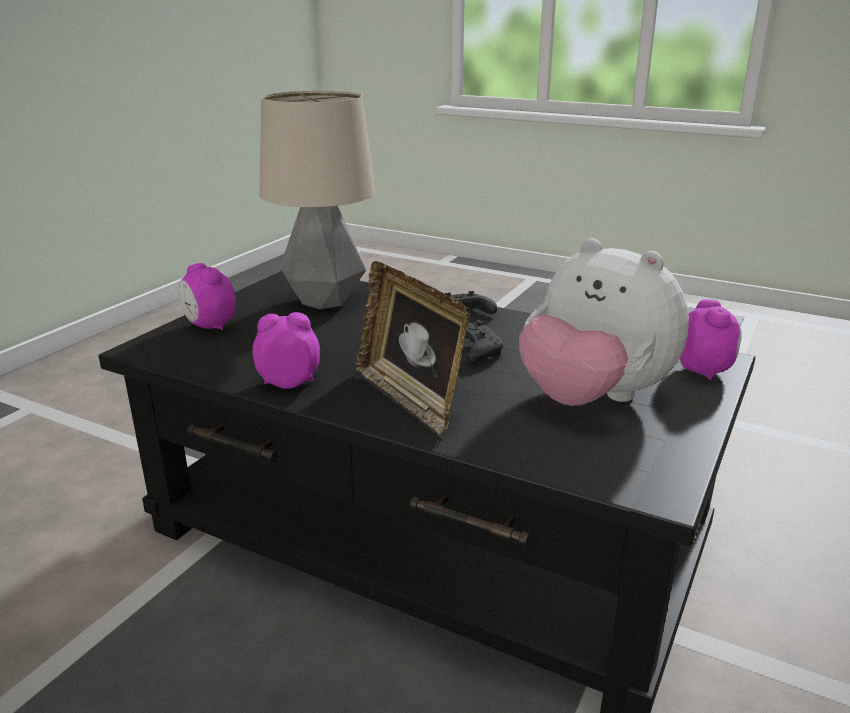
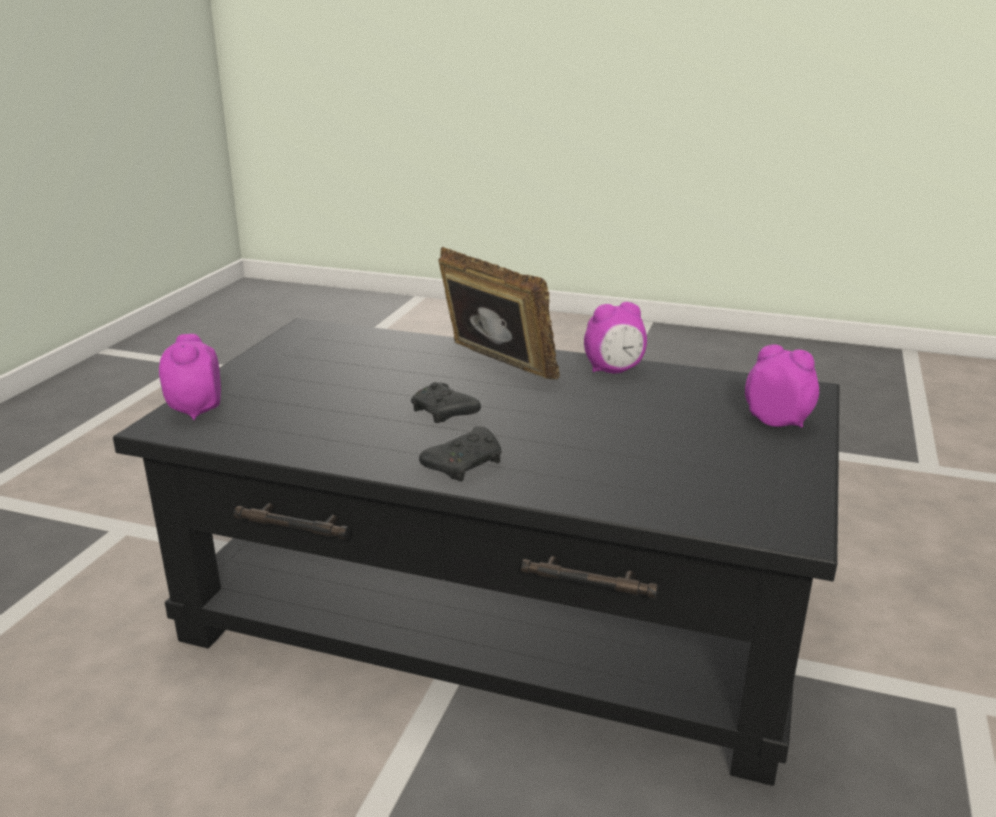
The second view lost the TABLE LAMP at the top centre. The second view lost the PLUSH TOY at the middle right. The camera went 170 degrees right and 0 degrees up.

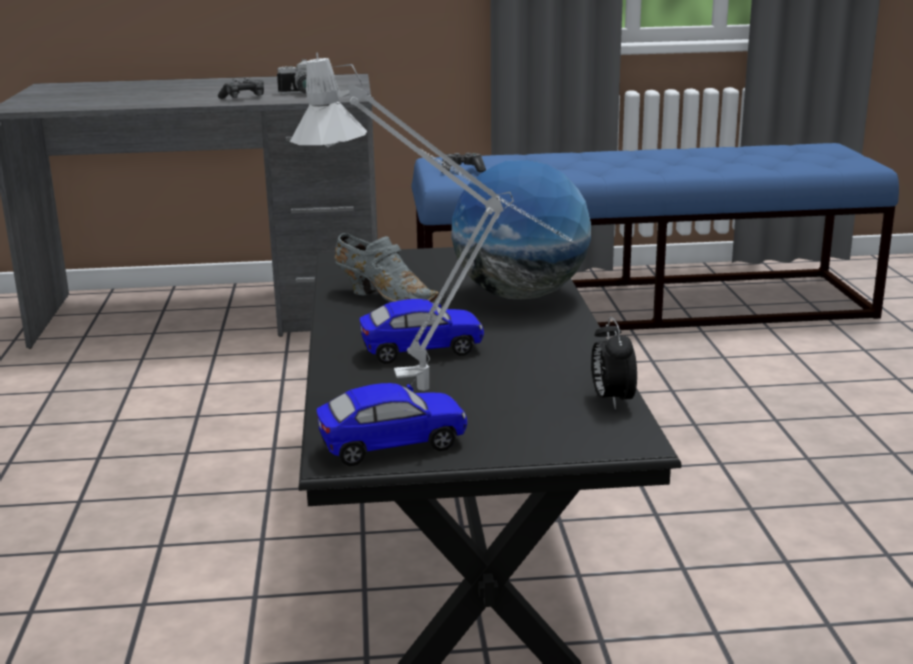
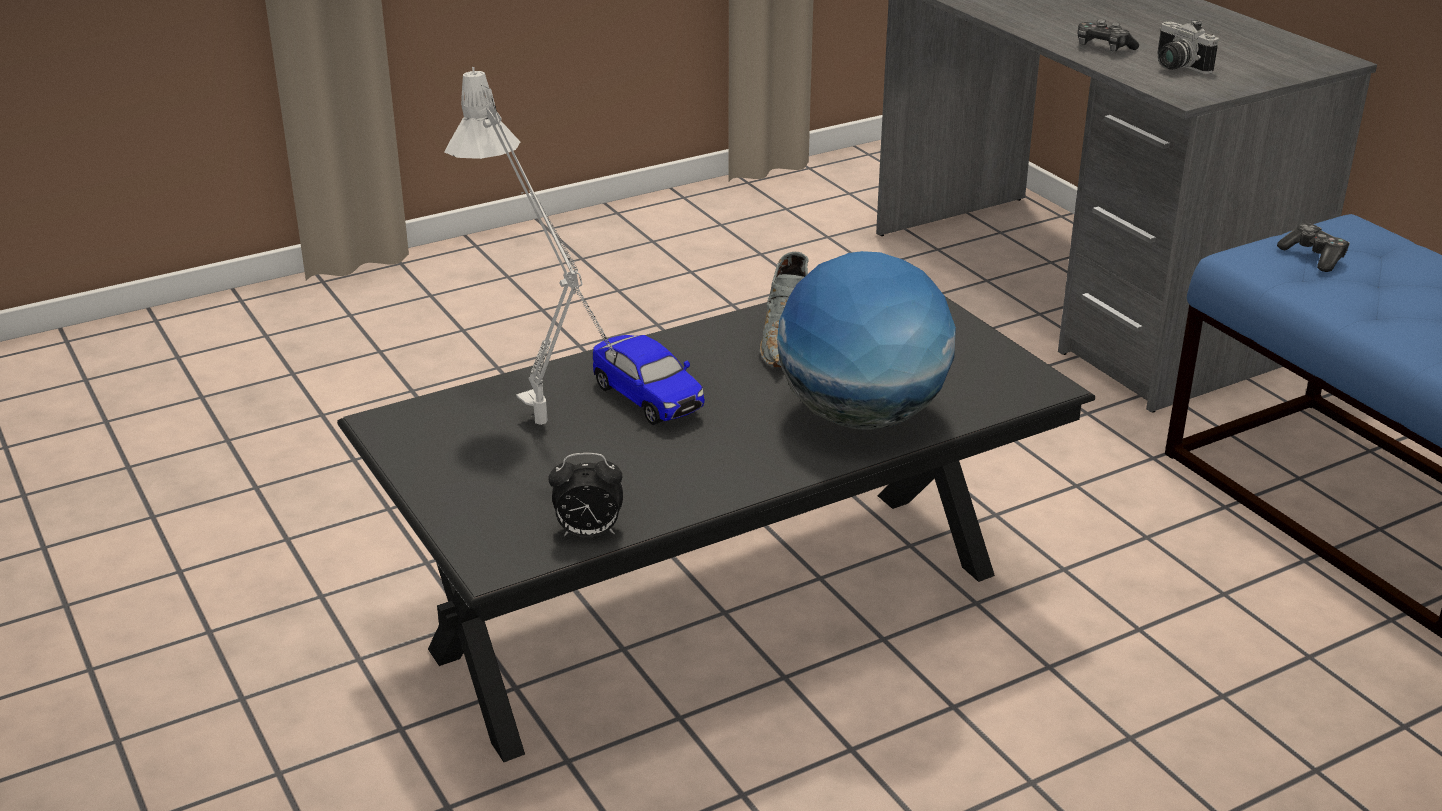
The ALARM CLOCK at the middle right ended up facing another way, 150 degrees counterclockwise from before. The second view lost the TOY CAR (no. 1 from left) at the centre. The camera went 65 degrees right and 10 degrees up.

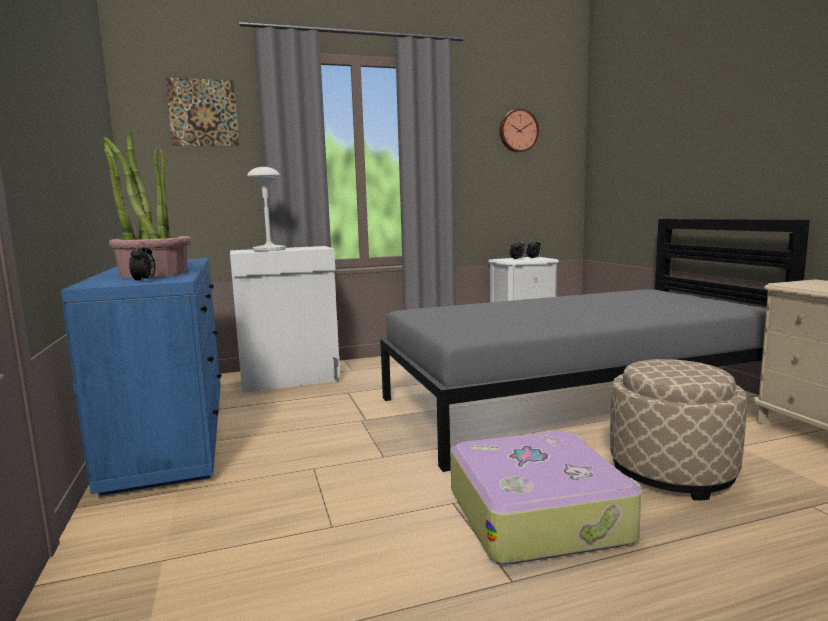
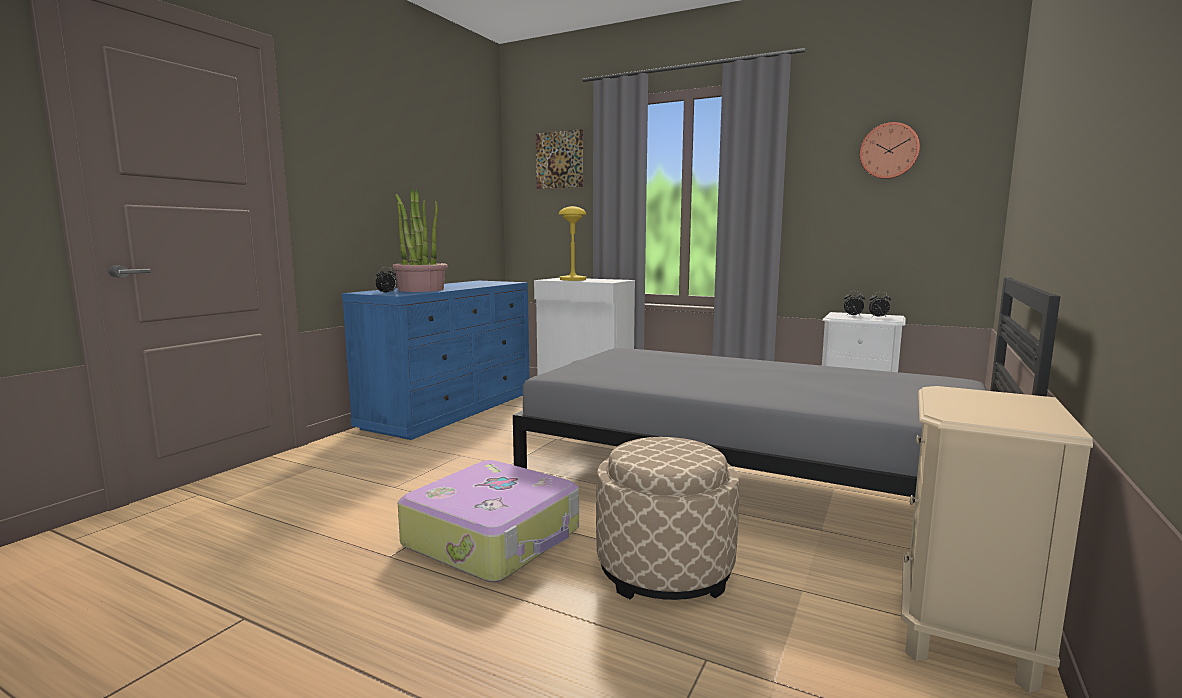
What was the WHITE TABLE LAMP at the middle left turned into the YELLOW TABLE LAMP at the centre. The camera went 45 degrees right and 0 degrees up.

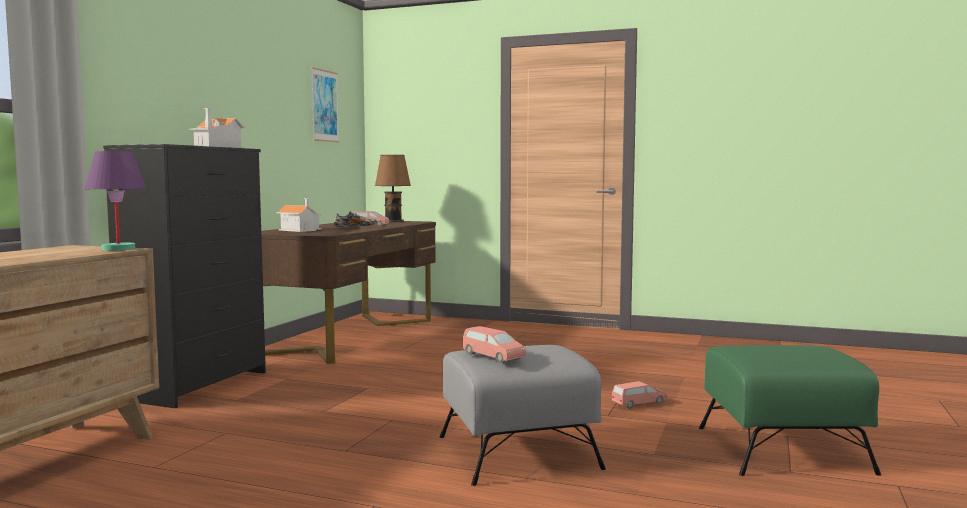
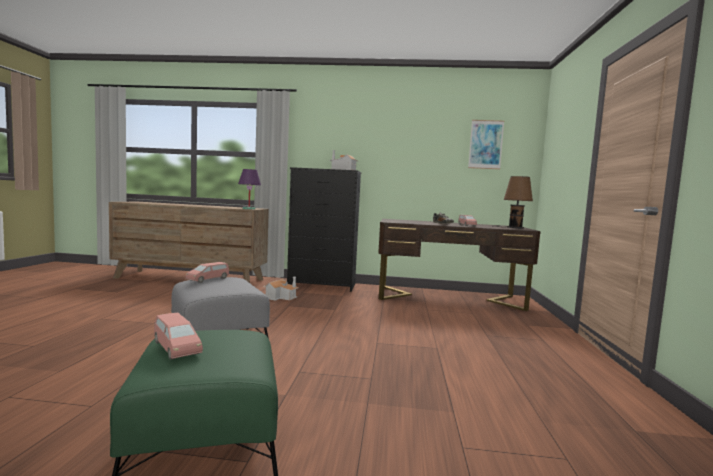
The TOY HOUSE (no. 2 from left in the first image) ended up elsewhere, having gone from the middle left to the centre. The PINK TOY CAR (no. 3 from left in the first image) ended up elsewhere, having gone from the bottom centre to the bottom left. The camera went 75 degrees right and 0 degrees up.

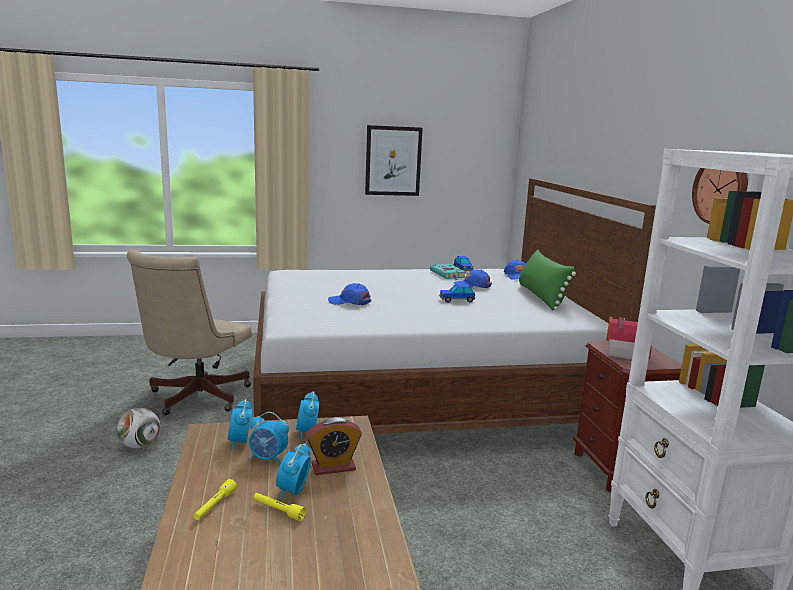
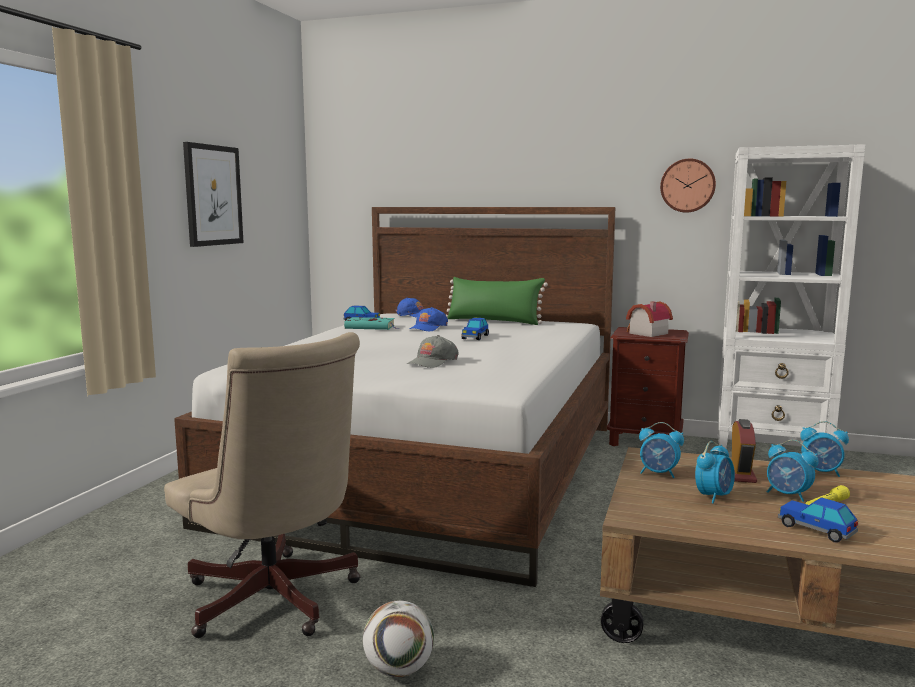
What was the BLUE CAP (no. 1 from left) at the centre turned into the GREY CAP at the centre. The ALARM CLOCK (no. 1 from left in the first image) ended up elsewhere, having gone from the bottom left to the middle right. Where the YELLOW FLASHLIGHT (no. 1 from left) stood at the bottom left, the TOY CAR (no. 3 from left) came to stand at the bottom right. The camera went 60 degrees left and 5 degrees down.

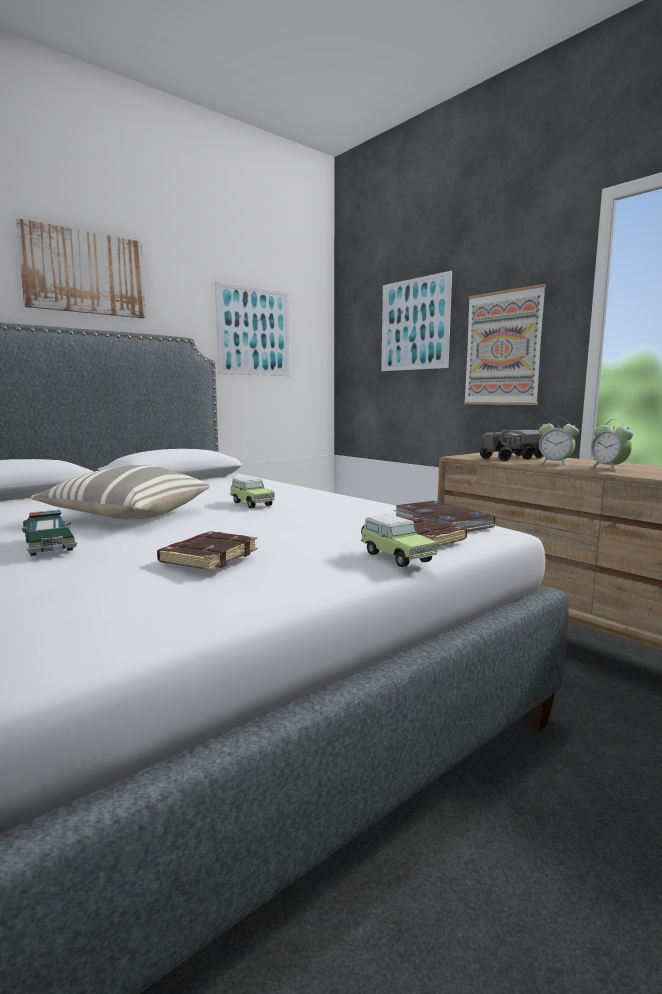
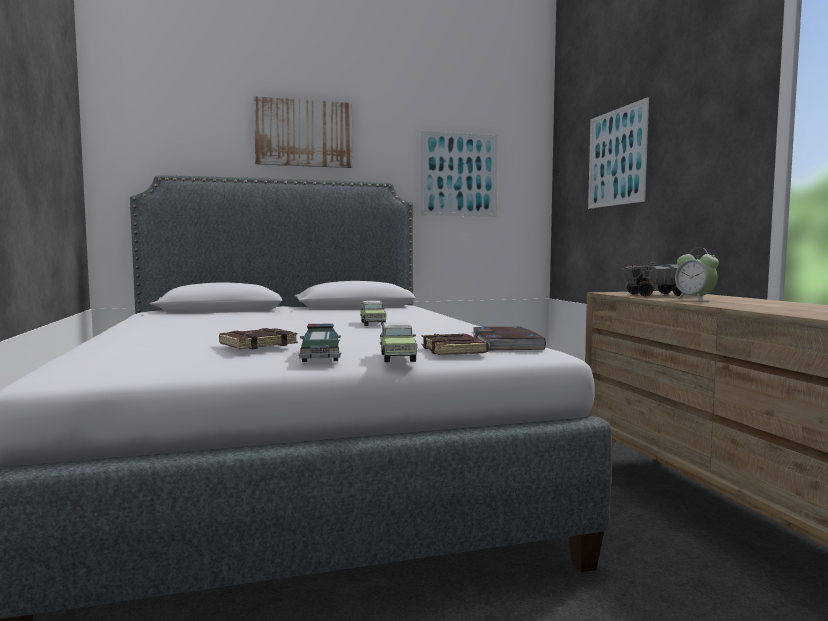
The second view lost the PICTURE (no. 4 from left) at the middle right. The second view lost the ALARM CLOCK (no. 2 from left) at the middle right. The second view lost the PILLOW at the middle left. The TOY CAR (no. 1 from left) ended up elsewhere, having gone from the middle left to the centre. The camera went 25 degrees right and 5 degrees down.

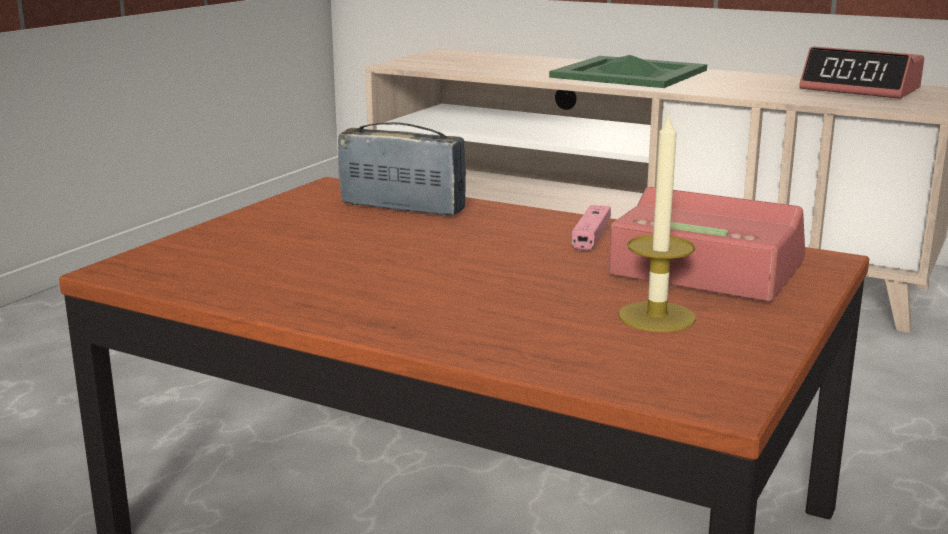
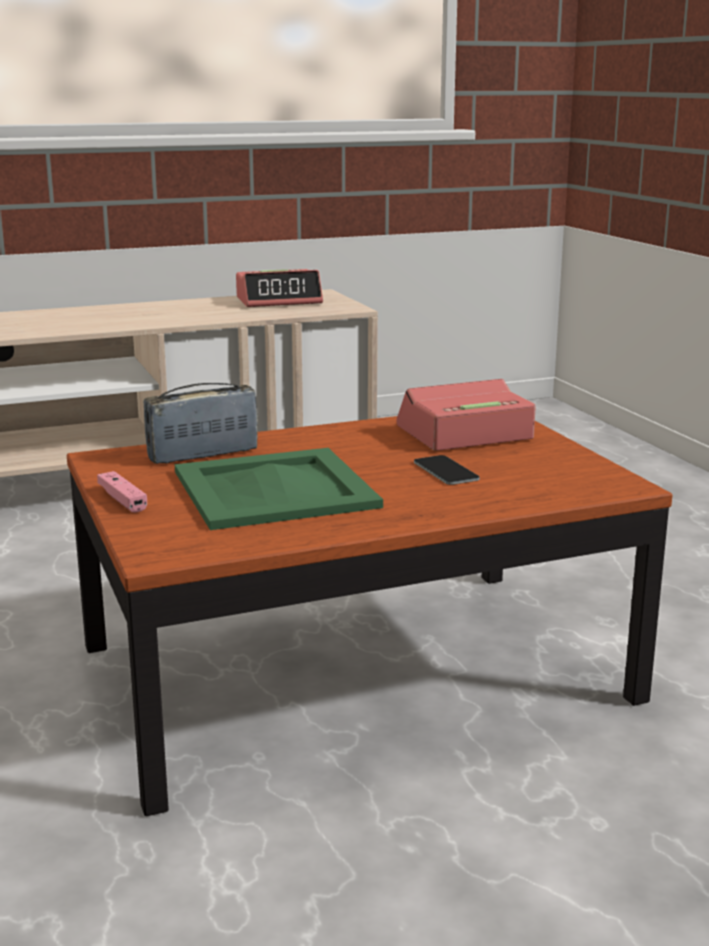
The GREEN TRAY ended up elsewhere, having gone from the top centre to the centre. The second view lost the CANDLE at the middle right. The PINK GAME CONTROLLER ended up elsewhere, having gone from the centre to the middle left. The second view gained the PHONE at the centre. The camera went 50 degrees left and 0 degrees up.

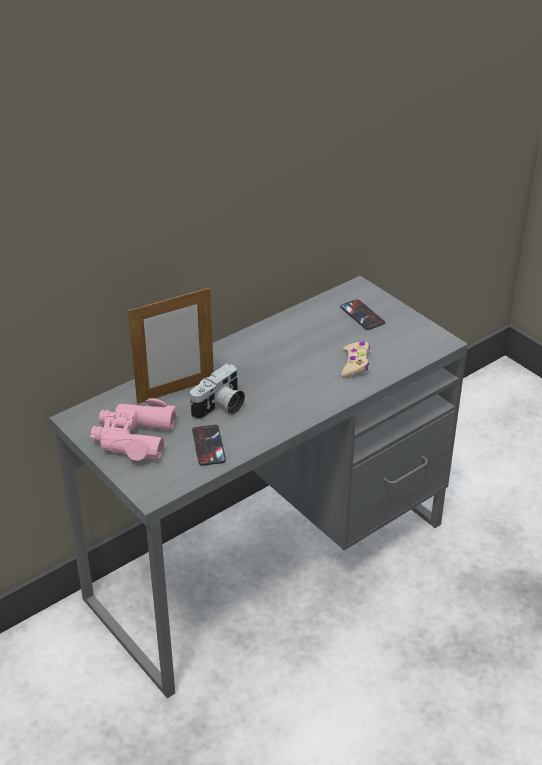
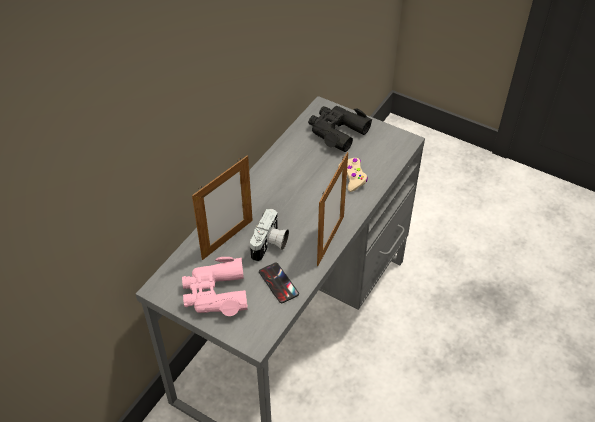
Where the PHONE (no. 2 from left) stood at the middle right, the BLACK BINOCULARS came to stand at the top centre. The second view gained the PICTURE FRAME (no. 2 from left) at the centre. The camera went 20 degrees left and 10 degrees up.

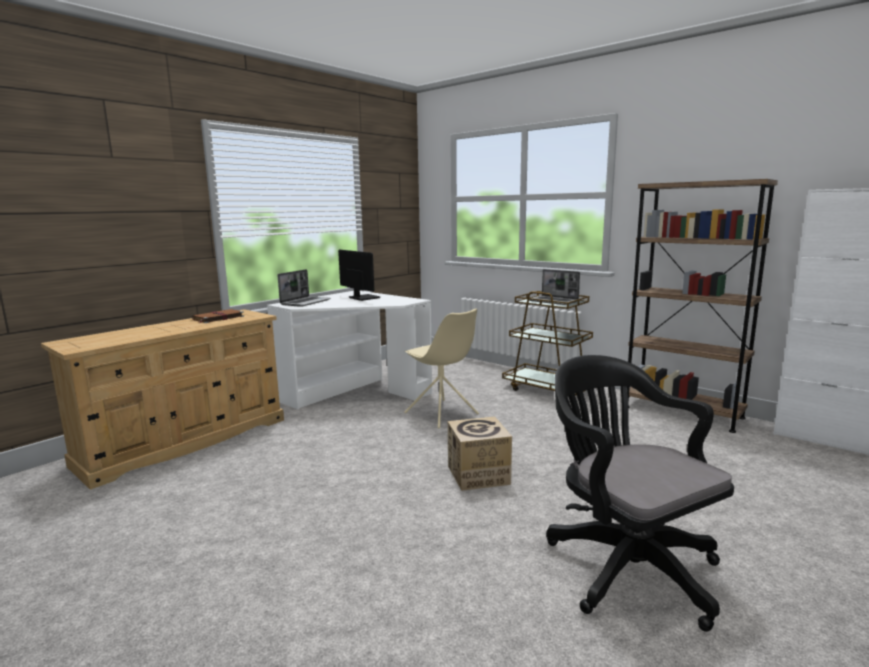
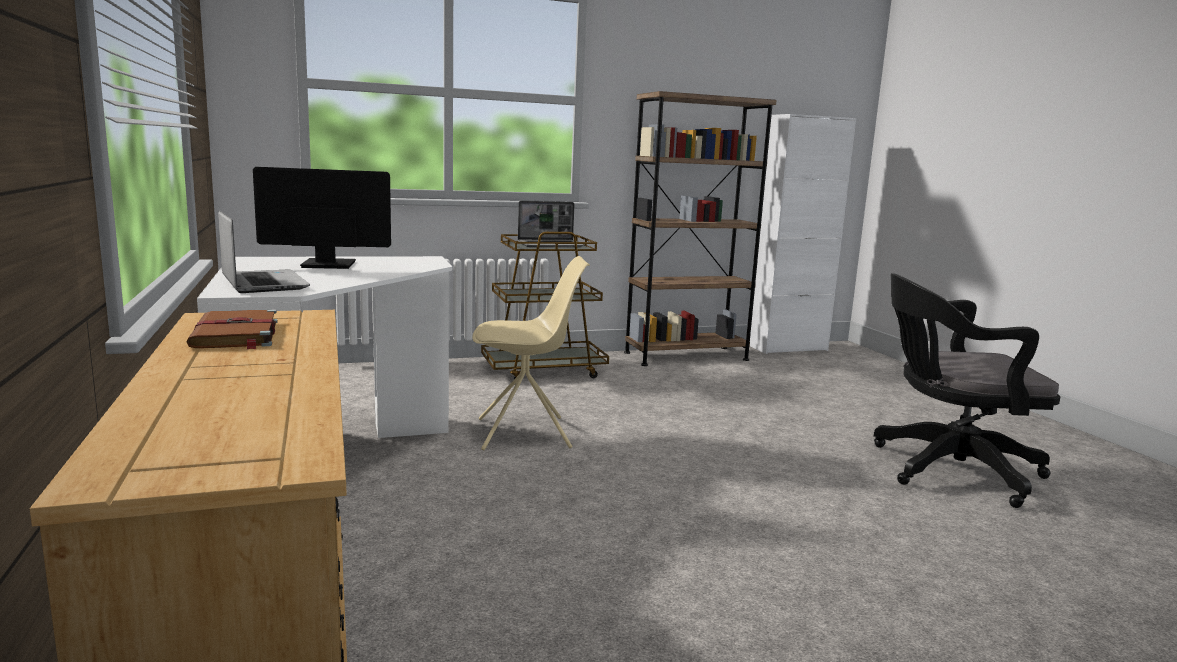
The second view lost the CARDBOARD BOX at the bottom centre. The camera went 60 degrees left and 0 degrees up.

